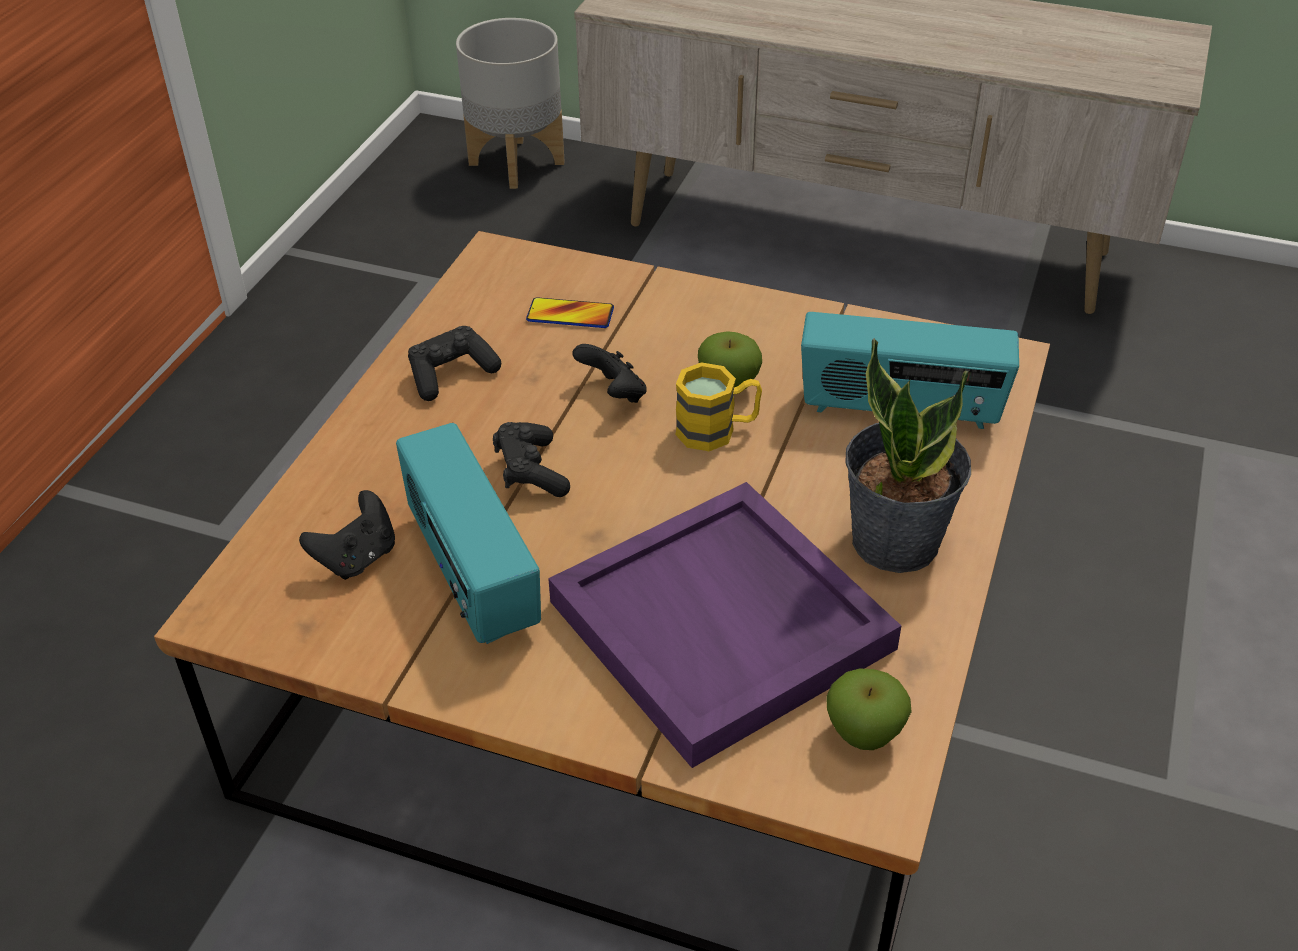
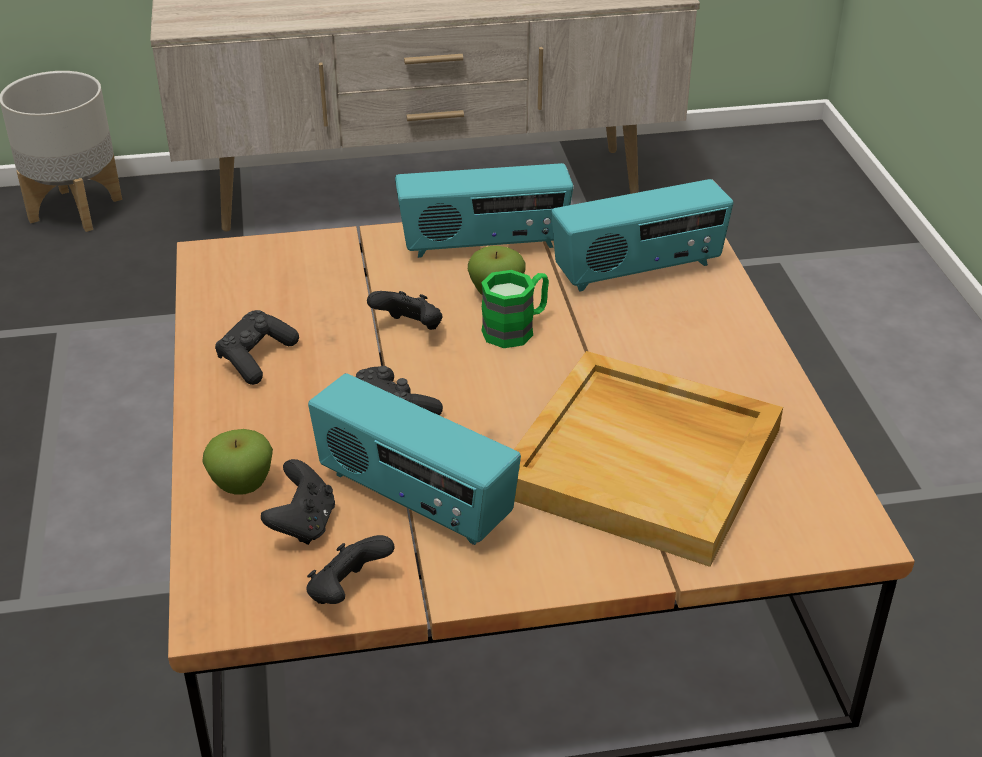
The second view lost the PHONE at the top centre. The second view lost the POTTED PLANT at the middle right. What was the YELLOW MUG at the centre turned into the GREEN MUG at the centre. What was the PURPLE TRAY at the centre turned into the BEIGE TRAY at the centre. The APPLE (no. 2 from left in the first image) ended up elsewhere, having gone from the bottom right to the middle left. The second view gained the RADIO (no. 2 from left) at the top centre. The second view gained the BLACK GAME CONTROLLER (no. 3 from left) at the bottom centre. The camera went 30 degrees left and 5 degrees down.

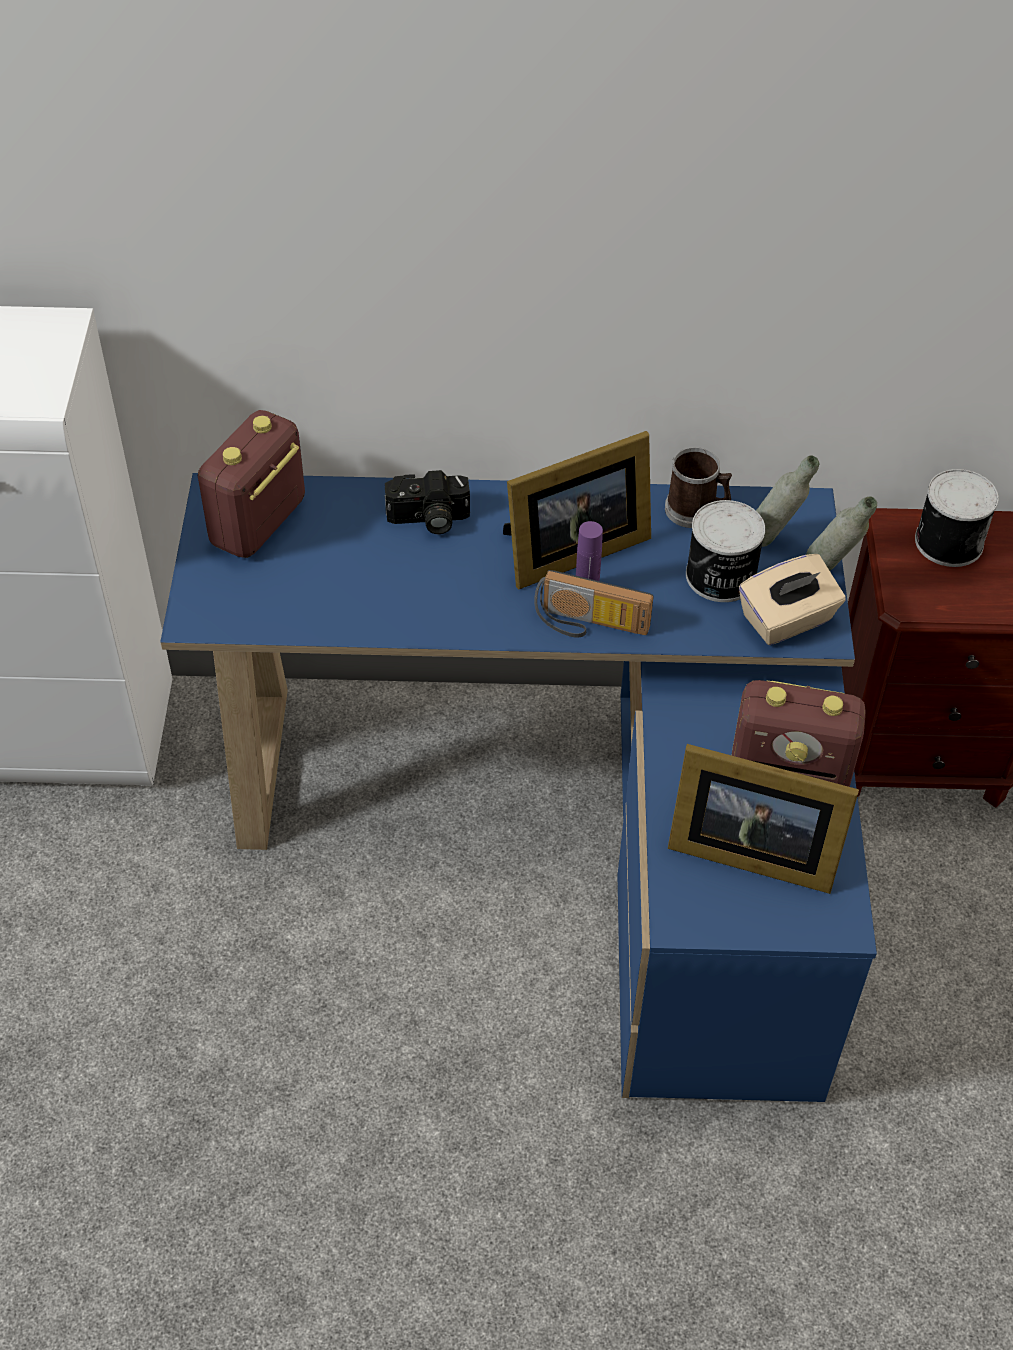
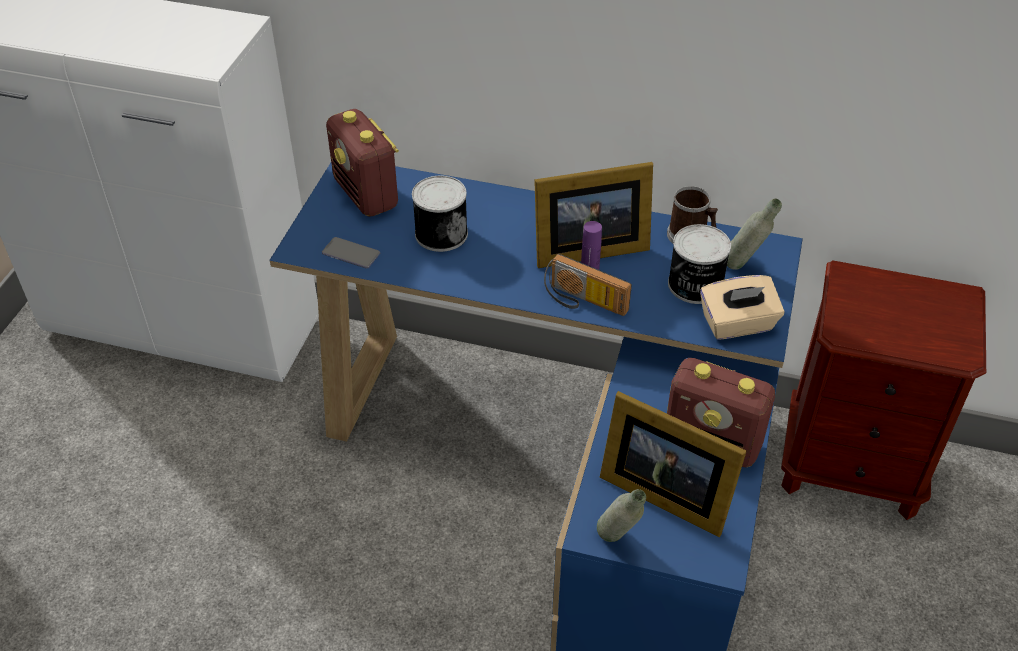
The RADIO (no. 1 from left) at the middle left ended up facing another way, 75 degrees counterclockwise from before. The CAN (no. 2 from left in the first image) ended up elsewhere, having gone from the middle right to the top centre. The second view lost the PHOTO CAMERA at the centre. The GREY BOTTLE (no. 2 from left in the first image) ended up elsewhere, having gone from the middle right to the bottom centre. The second view gained the PHONE at the centre. The camera went 15 degrees right and 5 degrees down.

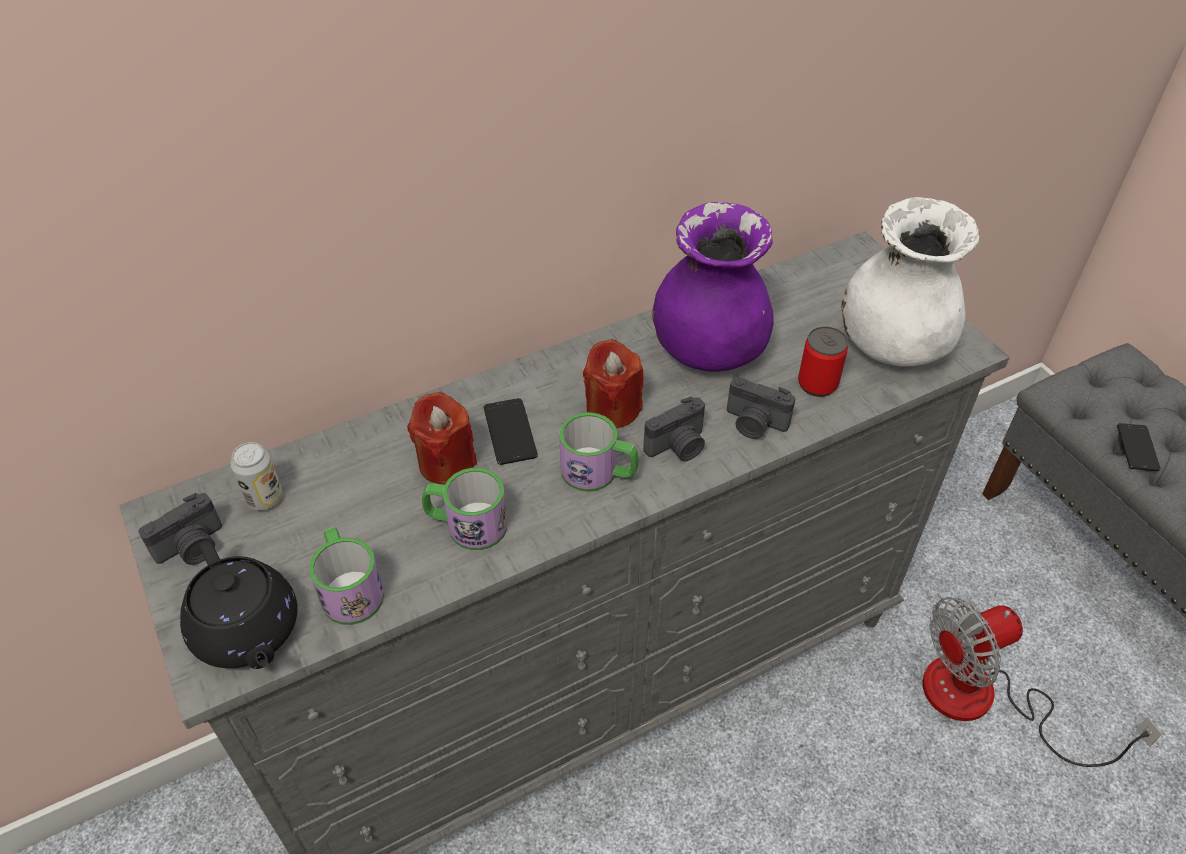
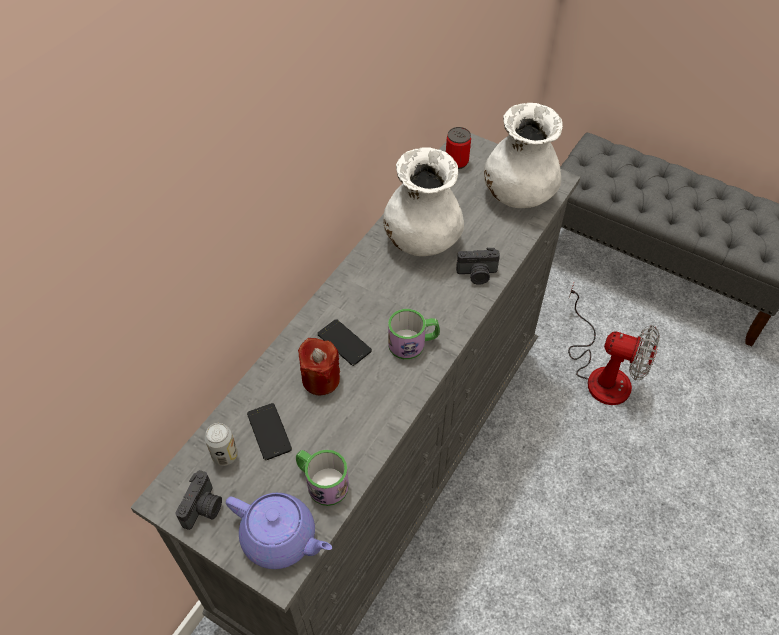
What was the PURPLE VASE at the centre turned into the WHITE VASE (no. 1 from left) at the top centre. The CAN (no. 2 from left) ended up elsewhere, having gone from the middle right to the top centre. The second view lost the RED CANDLE (no. 2 from left) at the centre. The second view lost the PHOTO CAMERA (no. 2 from left) at the centre. The PHONE (no. 2 from left in the first image) ended up elsewhere, having gone from the middle right to the bottom centre. The second view lost the MUG (no. 2 from left) at the centre. What was the BLACK TEAPOT at the bottom left turned into the PURPLE TEAPOT at the bottom centre. The FAN at the bottom right ended up facing another way, 105 degrees counterclockwise from before. The camera went 30 degrees left and 5 degrees up.

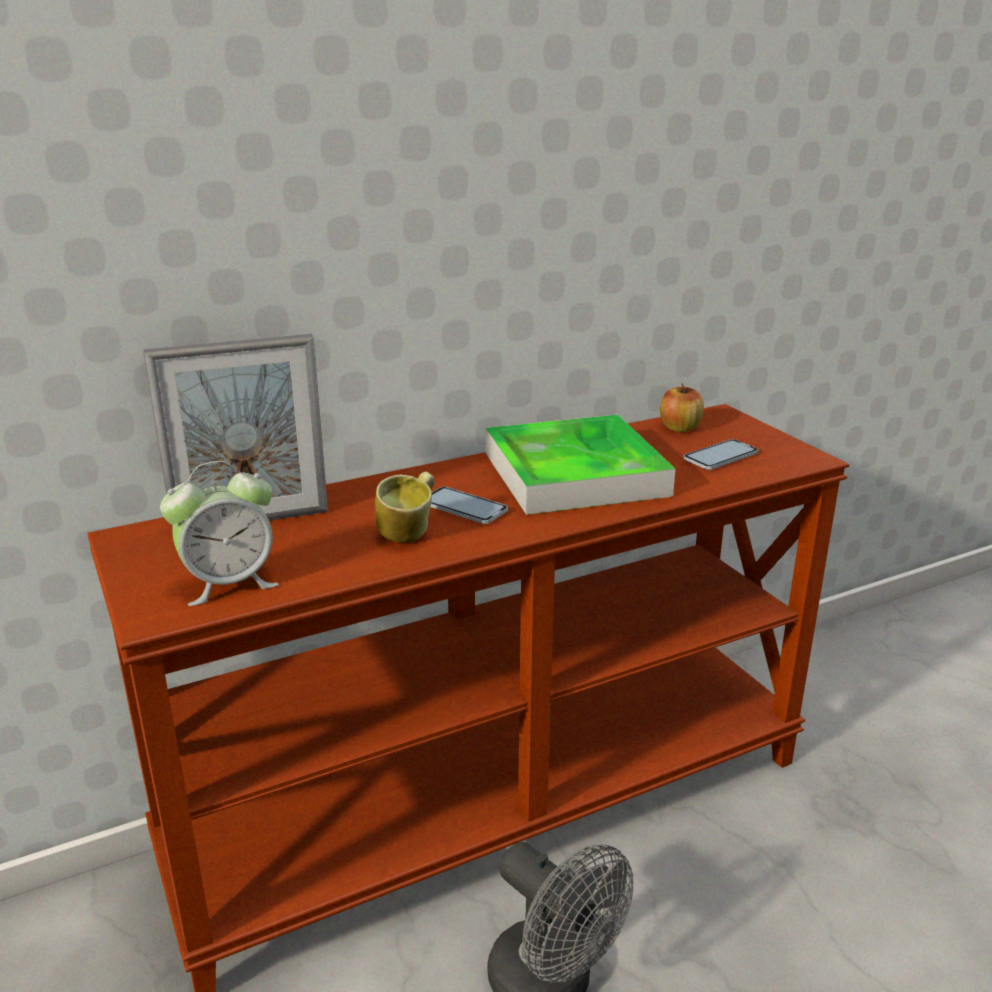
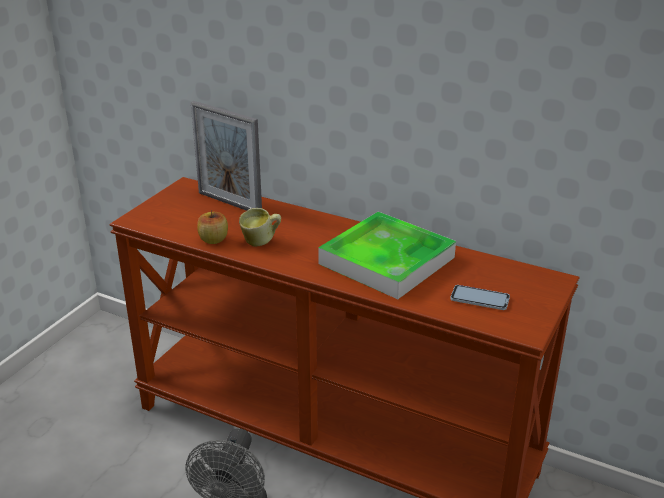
The APPLE ended up elsewhere, having gone from the middle right to the middle left. The second view lost the ALARM CLOCK at the middle left. The second view lost the PHONE (no. 1 from left) at the centre. The camera went 55 degrees right and 5 degrees up.

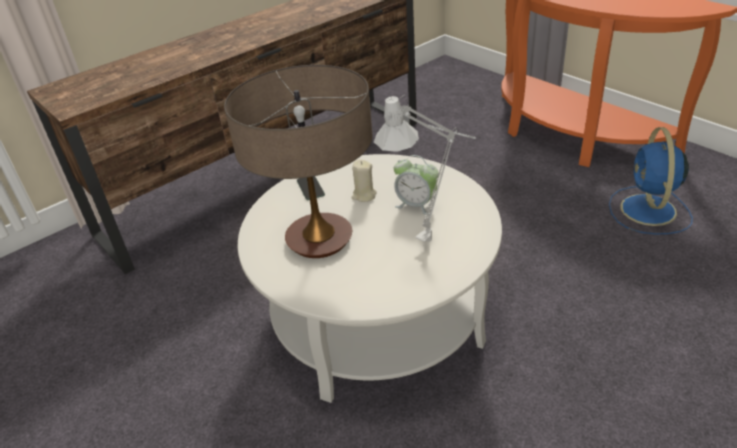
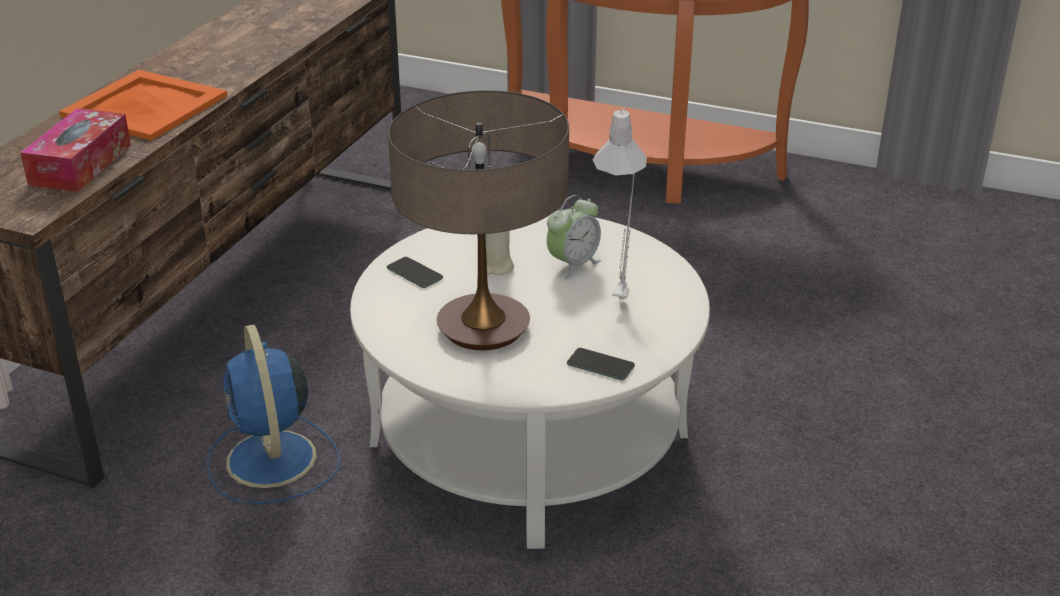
The BLUE FAN ended up elsewhere, having gone from the middle right to the bottom left. The ALARM CLOCK at the centre ended up facing another way, 45 degrees counterclockwise from before. The second view gained the ORANGE TRAY at the top left. The second view gained the TISSUE BOX at the top left. The second view gained the PHONE (no. 2 from left) at the centre. The camera went 30 degrees left and 5 degrees down.

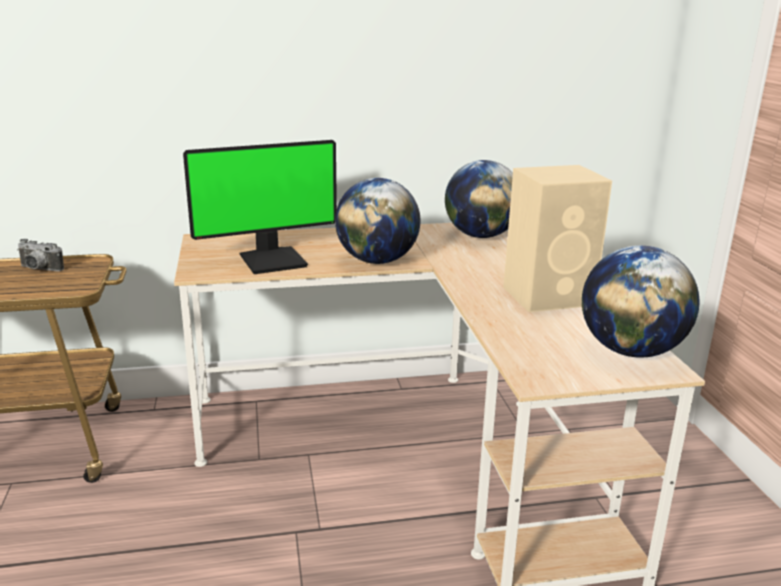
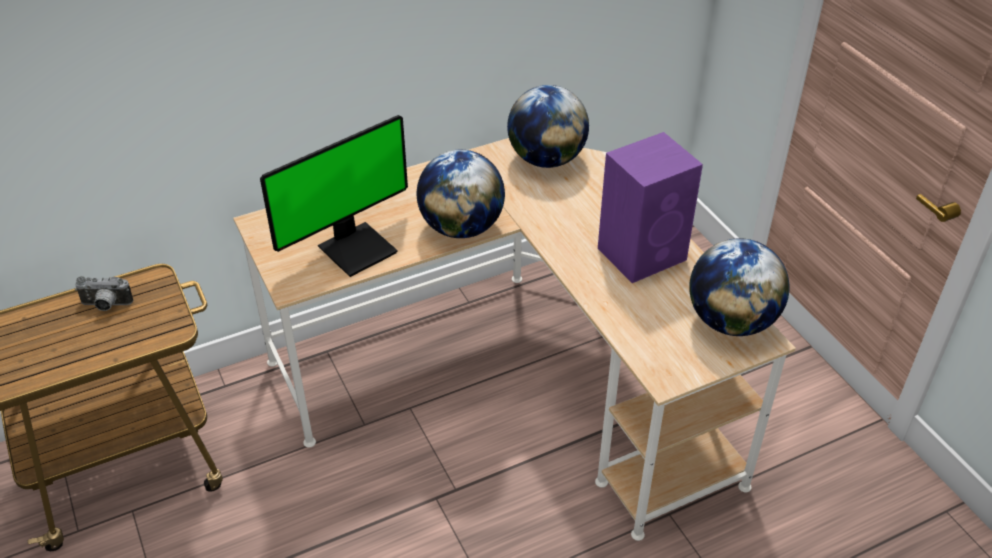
What was the BEIGE SPEAKER at the middle right turned into the PURPLE SPEAKER at the centre. The camera went 15 degrees left and 20 degrees up.

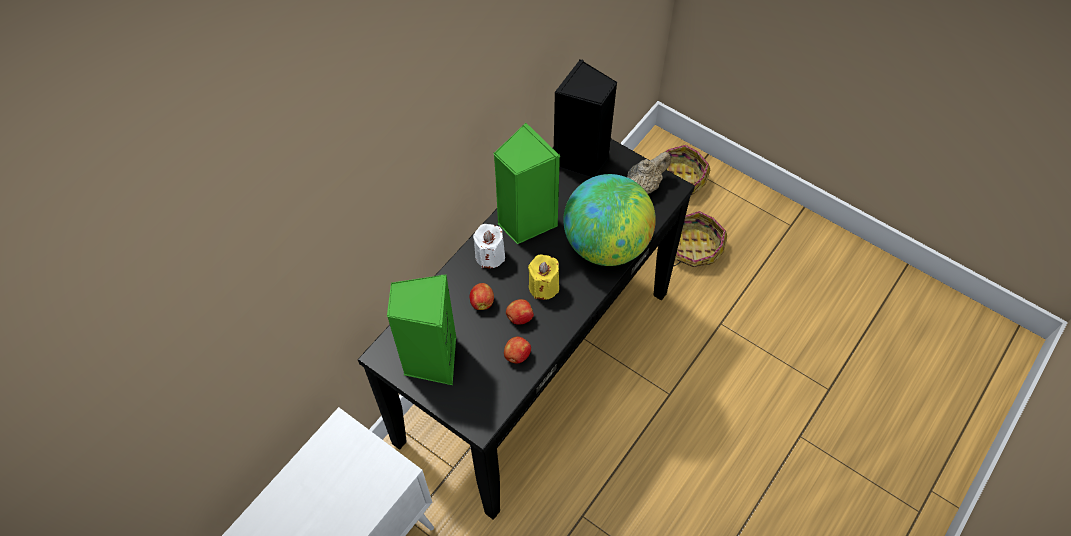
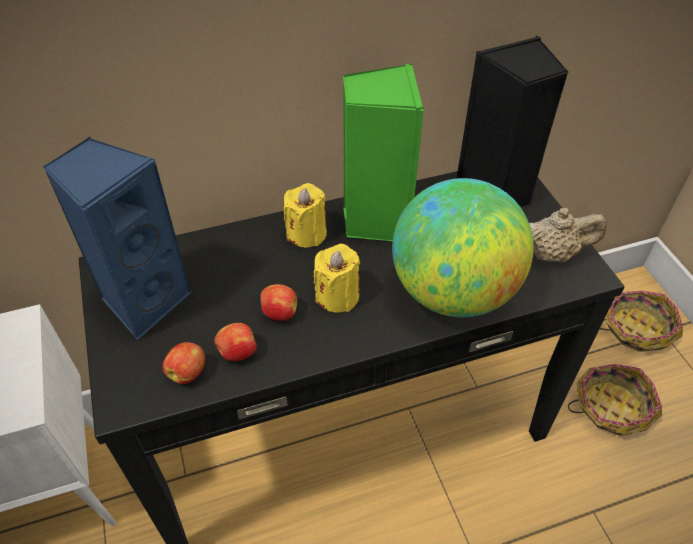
What was the WHITE CANDLE at the centre turned into the YELLOW CANDLE (no. 1 from left) at the centre. What was the GREEN SPEAKER (no. 1 from left) at the centre turned into the BLUE SPEAKER at the middle left. The APPLE (no. 1 from left) ended up elsewhere, having gone from the centre to the bottom left. The camera went 35 degrees right and 10 degrees down.

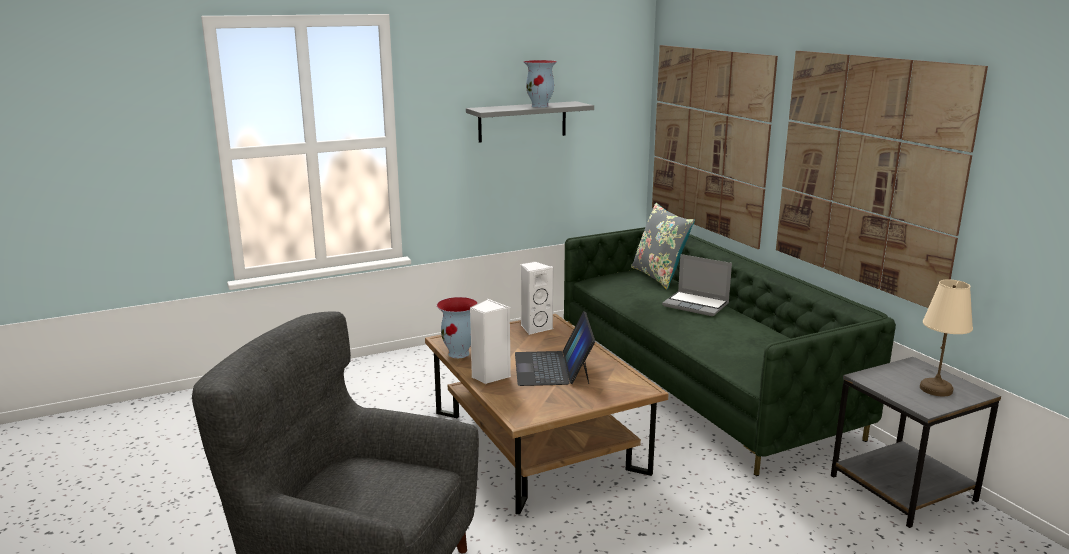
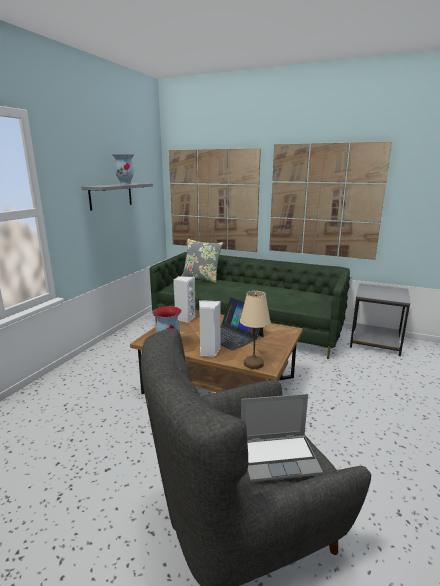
The LAPTOP (no. 2 from left) ended up elsewhere, having gone from the centre to the bottom centre. The BEIGE TABLE LAMP ended up elsewhere, having gone from the middle right to the centre. The camera went 40 degrees left and 0 degrees up.

